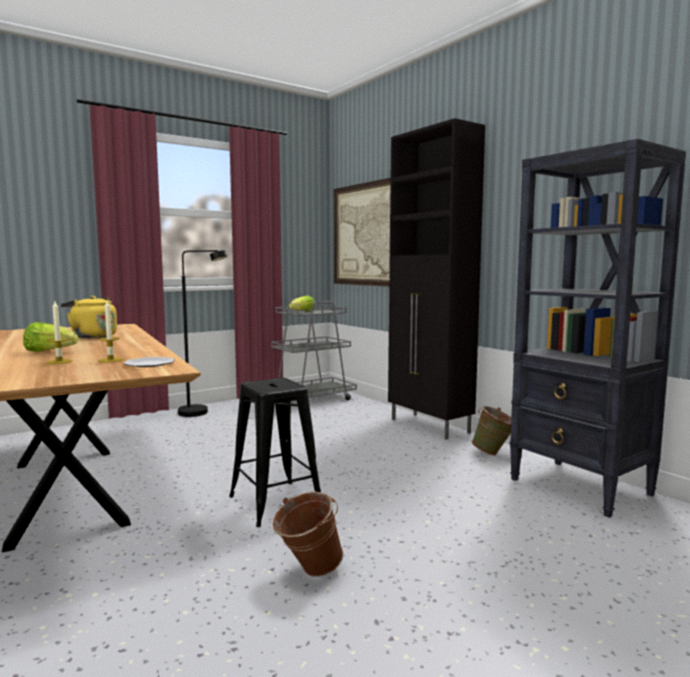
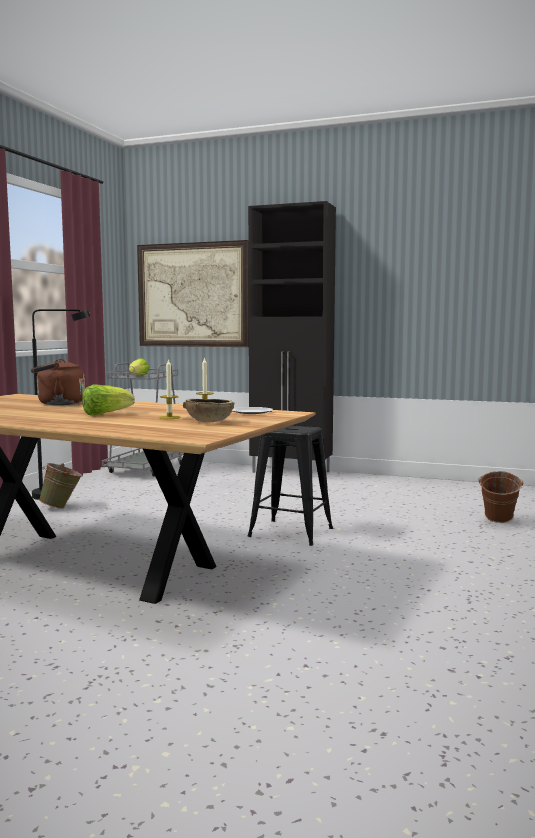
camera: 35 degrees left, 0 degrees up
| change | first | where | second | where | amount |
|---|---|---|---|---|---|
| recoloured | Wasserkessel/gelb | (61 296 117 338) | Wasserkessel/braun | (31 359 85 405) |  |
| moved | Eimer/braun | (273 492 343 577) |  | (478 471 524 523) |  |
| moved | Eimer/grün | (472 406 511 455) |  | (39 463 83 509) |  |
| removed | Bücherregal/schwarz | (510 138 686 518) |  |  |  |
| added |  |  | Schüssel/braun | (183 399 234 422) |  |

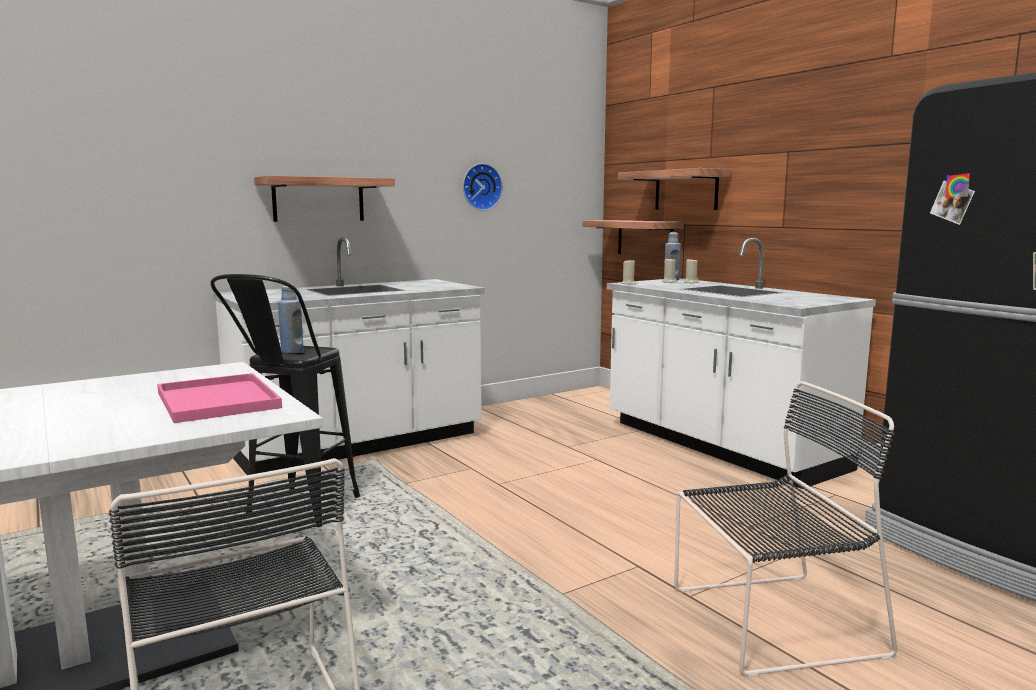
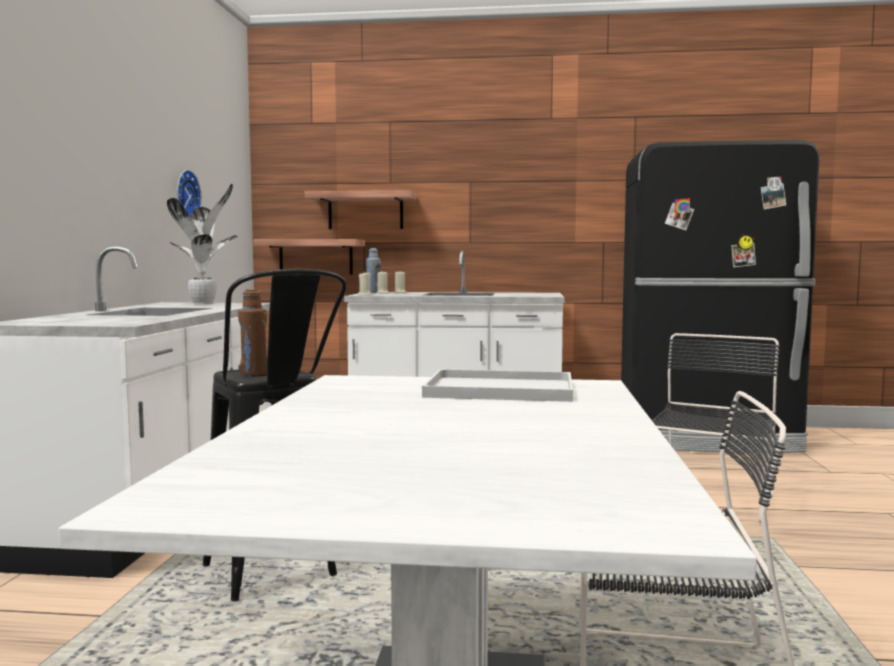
camera: 50 degrees left, 5 degrees down
| change | first | where | second | where | amount |
|---|---|---|---|---|---|
| recoloured | Tablett/rosa | (157 373 282 423) | Tablett/weiß | (422 369 573 402) |  |
| removed | Wandregal | (254 175 395 222) |  |  |  |
| recoloured | Flasche/blau | (278 284 304 353) | Flasche/braun | (238 289 267 376) |  |
| added |  |  | Topfpflanze | (167 184 238 304) |  |

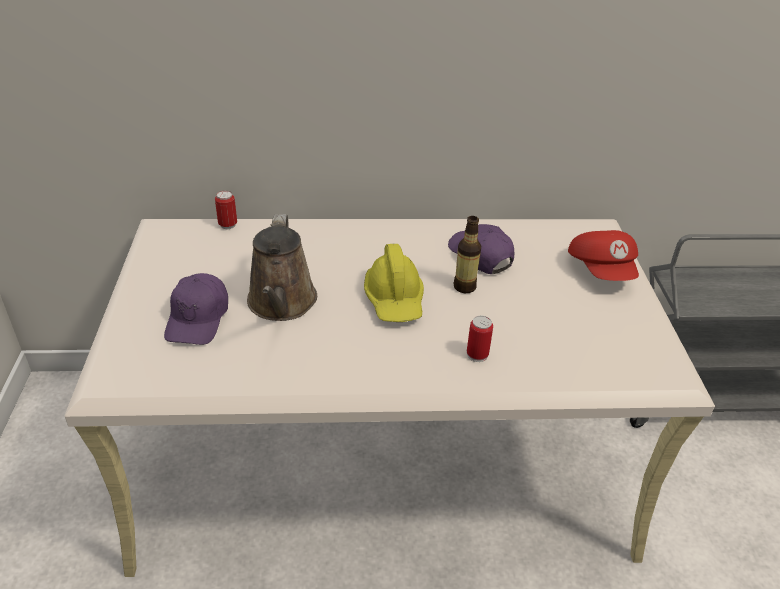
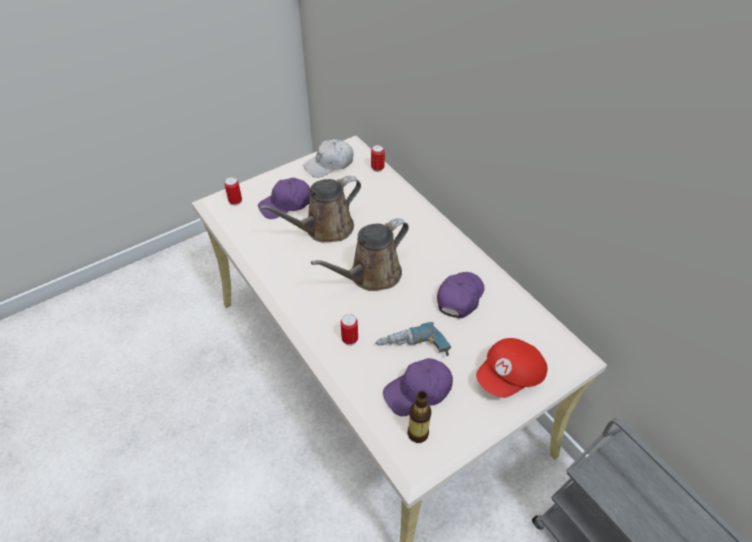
camera: 60 degrees right, 10 degrees up
| change | first | where | second | where | amount |
|---|---|---|---|---|---|
| replaced | Schutzhelm/gelb | (364 244 424 322) | Gießkanne/braun | (311 218 409 291) |  |
| moved | Flasche | (454 216 481 293) |  | (407 391 431 443) |  |
| added |  |  | Dose | (224 177 242 206) |  |
| added |  |  | Kappe/weiß | (304 139 354 178) |  |
| added |  |  | Bohrmaschine | (375 322 451 356) |  |
| added |  |  | Kappe/lila | (383 358 453 416) |  |

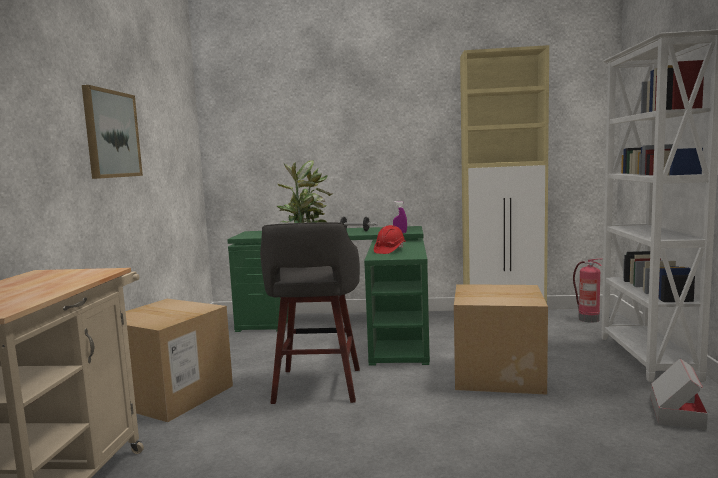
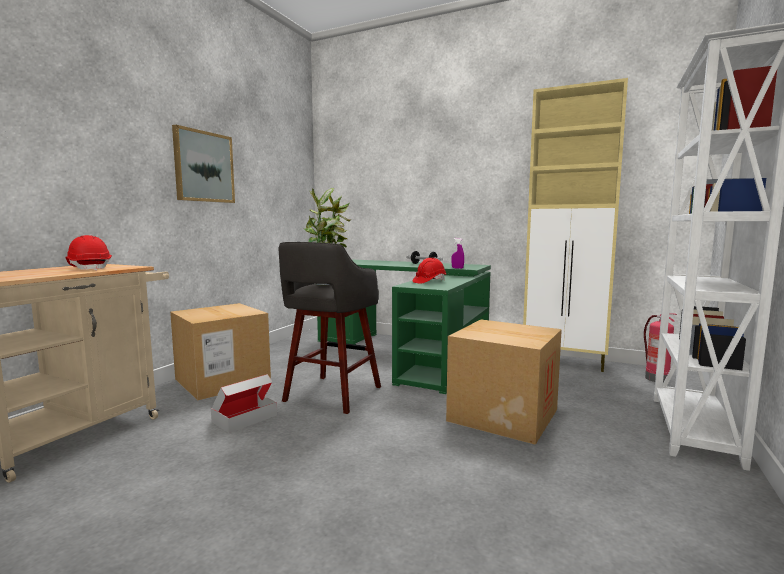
camera: 20 degrees right, 0 degrees up
| change | first | where | second | where | amount |
|---|---|---|---|---|---|
| moved | Karton | (651 359 708 430) |  | (211 374 277 433) |  |
| added |  |  | Schutzhelm/rot | (66 235 112 271) |  |

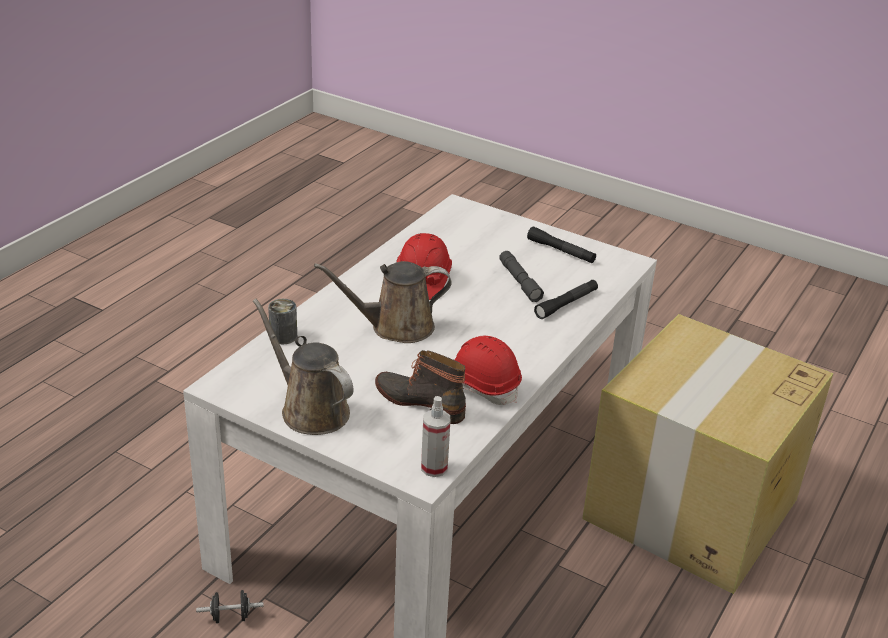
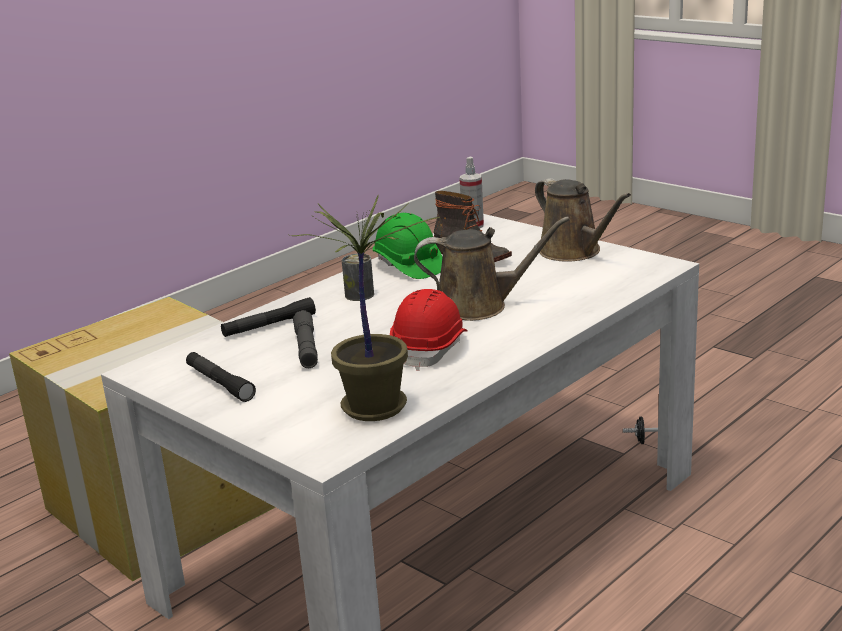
camera: 165 degrees left, 10 degrees down
| change | first | where | second | where | amount |
|---|---|---|---|---|---|
| moved | Dose | (268 299 297 344) |  | (342 254 374 301) |  |
| recoloured | Schutzhelm/rot | (454 336 522 405) | Schutzhelm/grün | (373 213 442 279) |  |
| added |  |  | Topfpflanze | (290 195 441 421) |  |

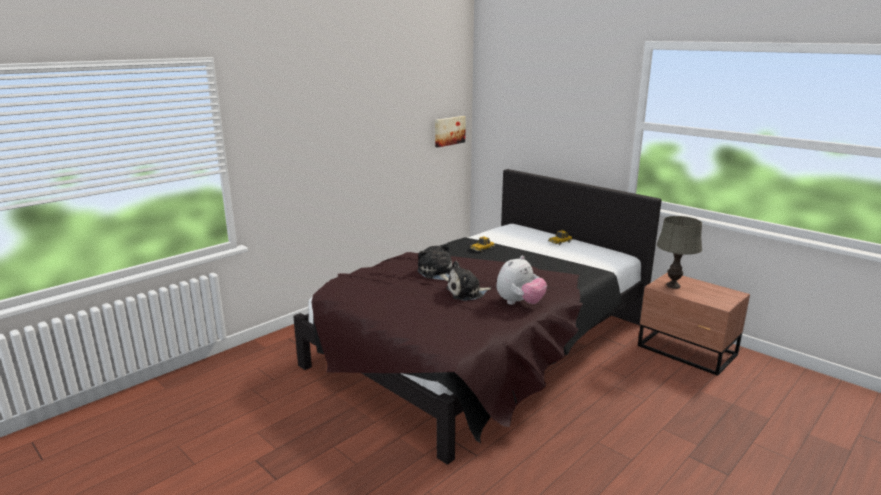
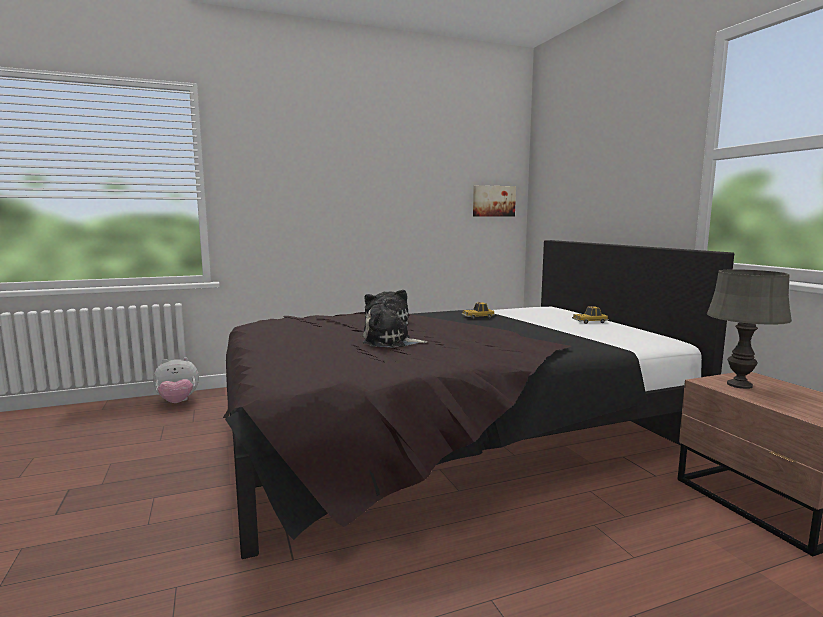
camera: 25 degrees right, 10 degrees down
| change | first | where | second | where | amount |
|---|---|---|---|---|---|
| moved | Plüschtier | (496 255 547 305) |  | (153 357 199 403) |  |

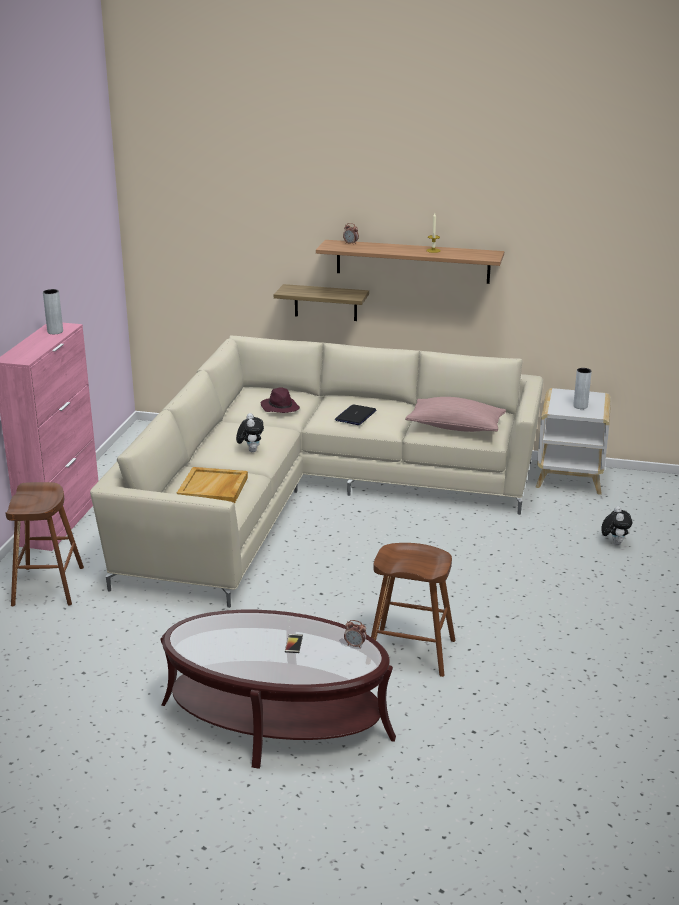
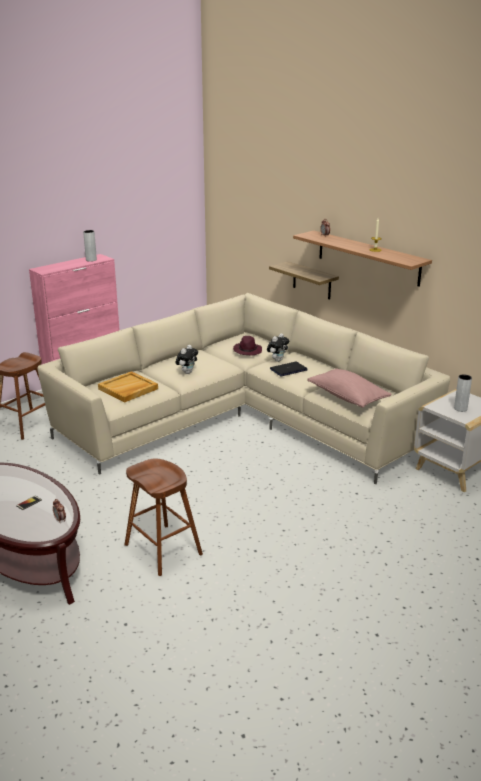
camera: 35 degrees right, 0 degrees up
| change | first | where | second | where | amount |
|---|---|---|---|---|---|
| moved | Plüschtier | (601 506 632 545) |  | (267 333 289 362) |  |

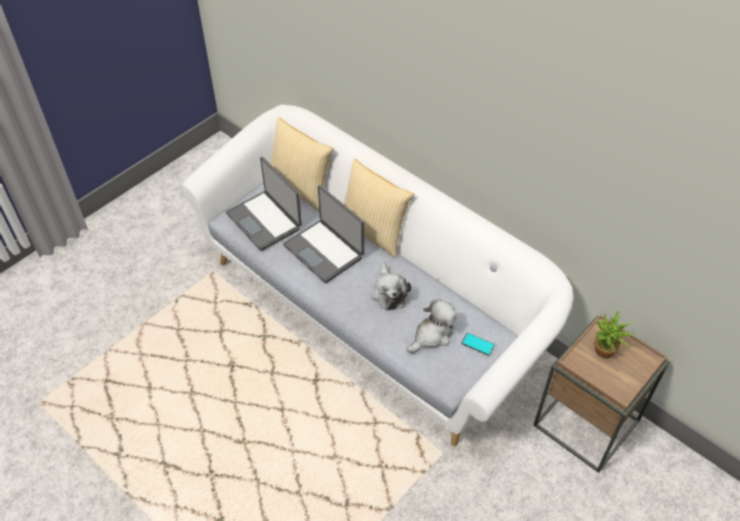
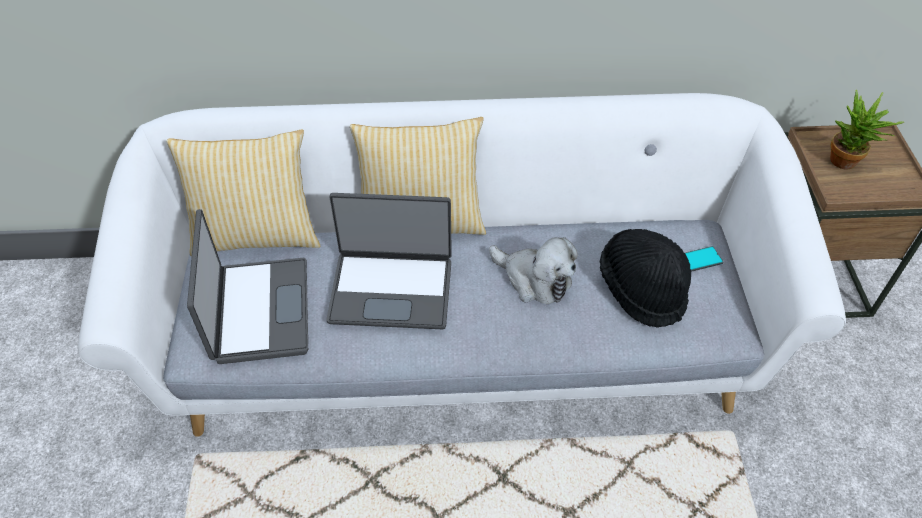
camera: 45 degrees left, 0 degrees up
| change | first | where | second | where | amount |
|---|---|---|---|---|---|
| turned | Laptop | (226 156 302 251) |  | (187 209 308 364) | 105 degrees counterclockwise |
| replaced | Plüschtier | (406 299 457 353) | Hut/schwarz | (600 229 691 328) |  |

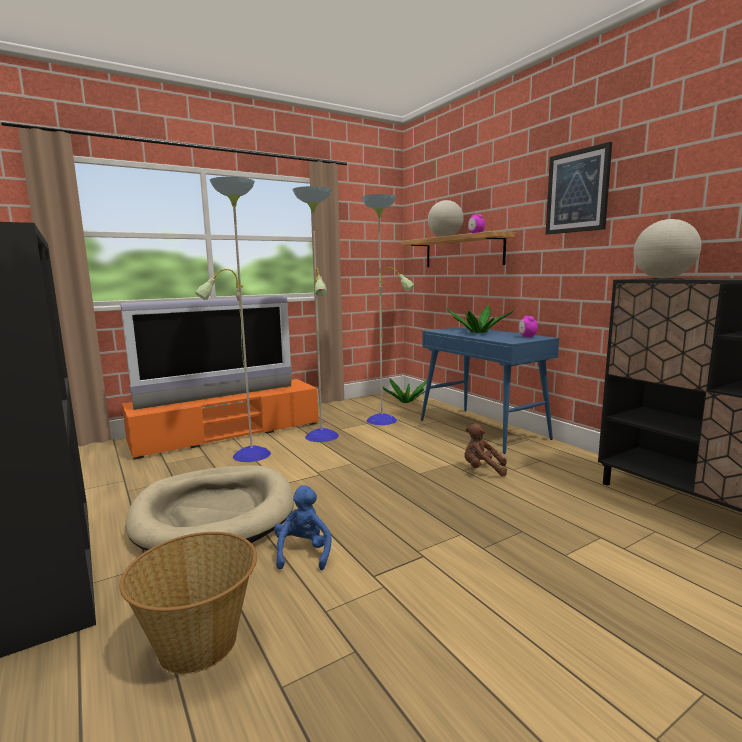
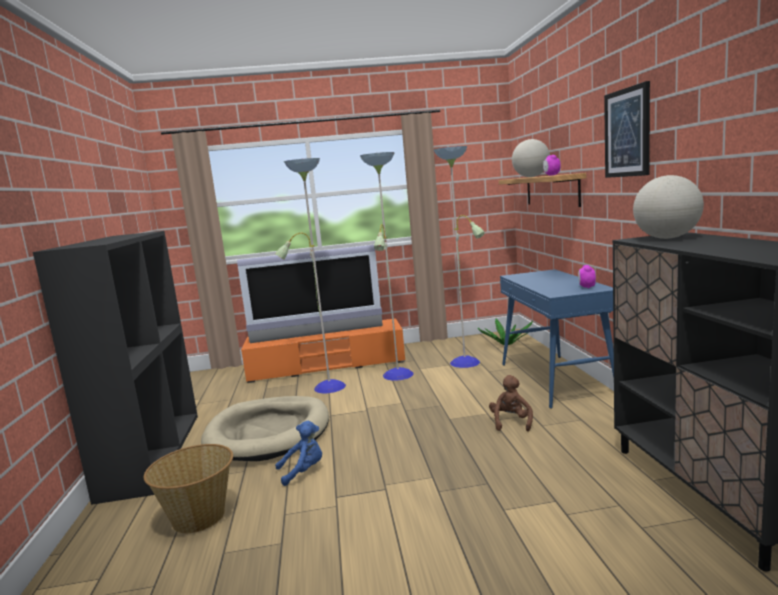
camera: 25 degrees right, 0 degrees up
| change | first | where | second | where | amount |
|---|---|---|---|---|---|
| turned | Plüschtier/blau | (274 485 331 570) |  | (275 421 322 486) | 45 degrees clockwise |
| removed | Topfpflanze | (445 305 515 333) |  |  |  |
| turned | Plüschtier/braun | (464 424 507 476) |  | (489 375 533 432) | 60 degrees clockwise |

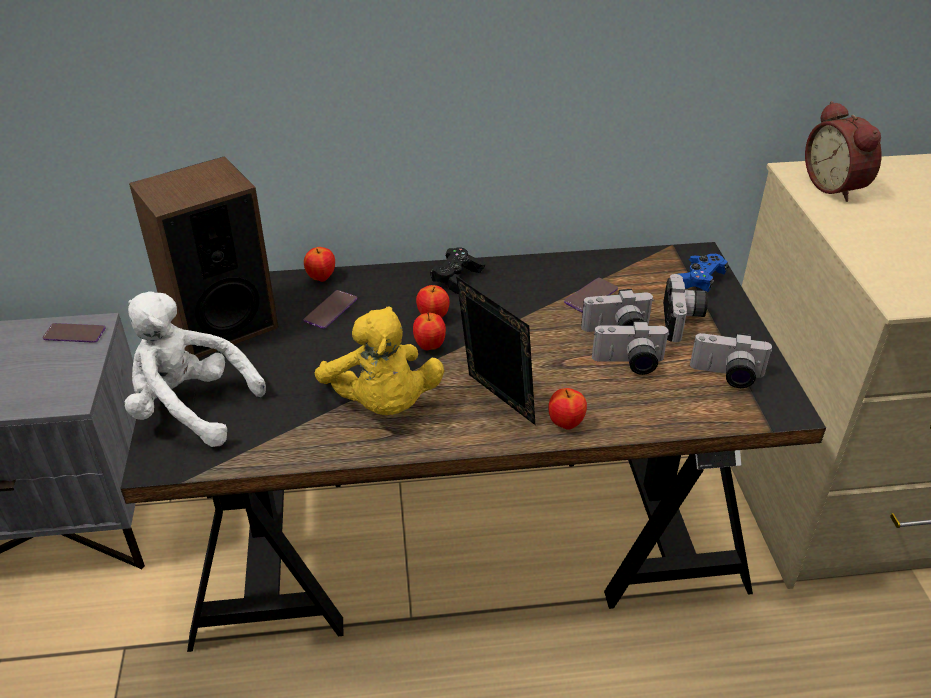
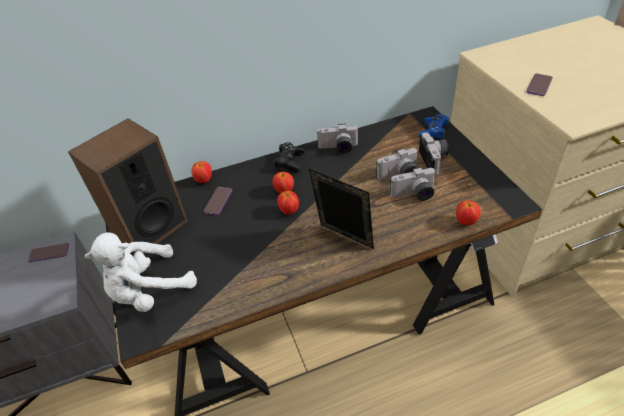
camera: 10 degrees left, 5 degrees up
| change | first | where | second | where | amount |
|---|---|---|---|---|---|
| turned | Plüschtier/weiß | (125 291 266 447) |  | (85 232 197 312) | 45 degrees counterclockwise |
| removed | Plüschtier/gelb | (315 307 444 415) |  |  |  |
| moved | Apfel | (548 388 587 430) |  | (456 200 481 225) |  |
| moved | Handy | (564 278 618 313) |  | (526 73 553 96) |  |
| moved | Kamera | (690 333 773 388) |  | (317 124 358 154) |  |
| removed | Wecker | (805 101 881 202) |  |  |  |

